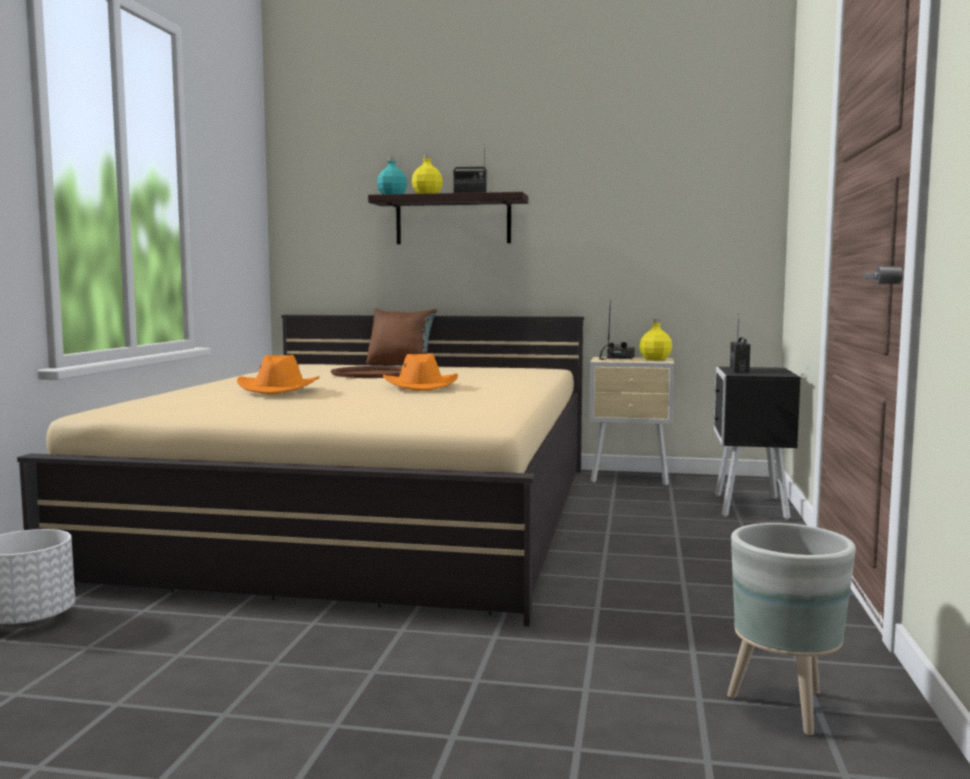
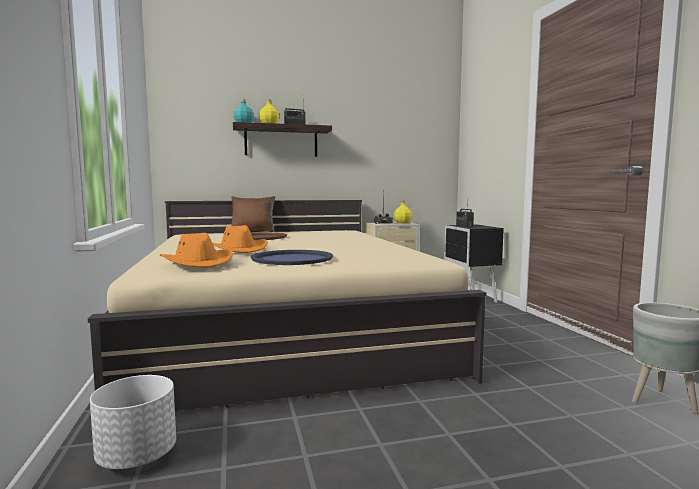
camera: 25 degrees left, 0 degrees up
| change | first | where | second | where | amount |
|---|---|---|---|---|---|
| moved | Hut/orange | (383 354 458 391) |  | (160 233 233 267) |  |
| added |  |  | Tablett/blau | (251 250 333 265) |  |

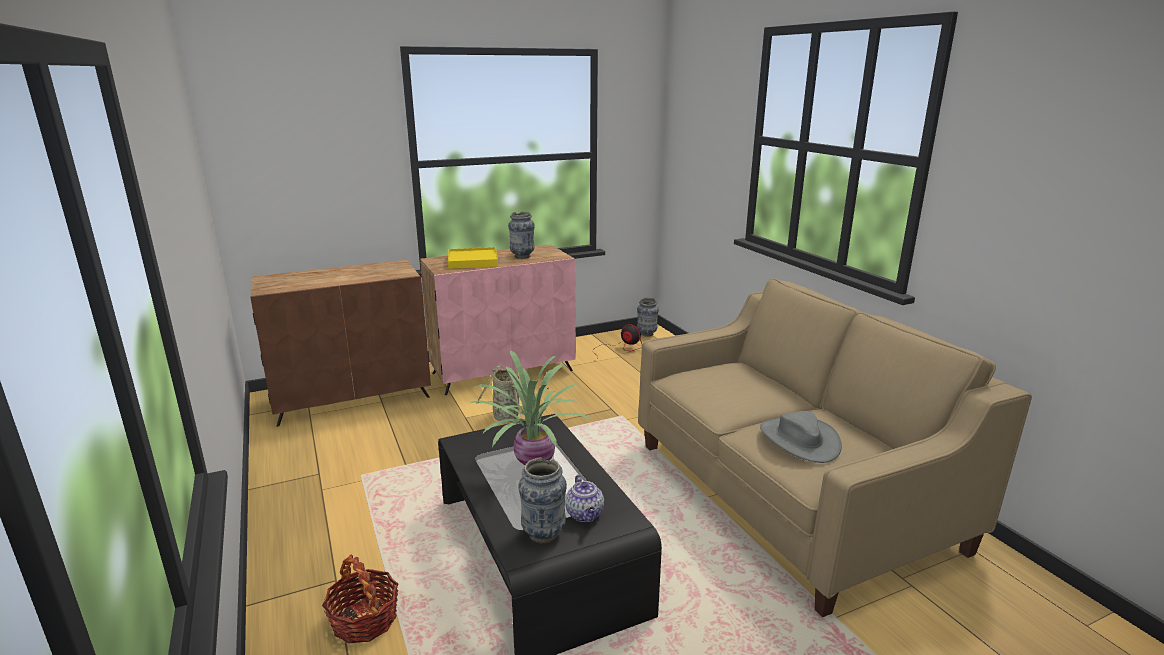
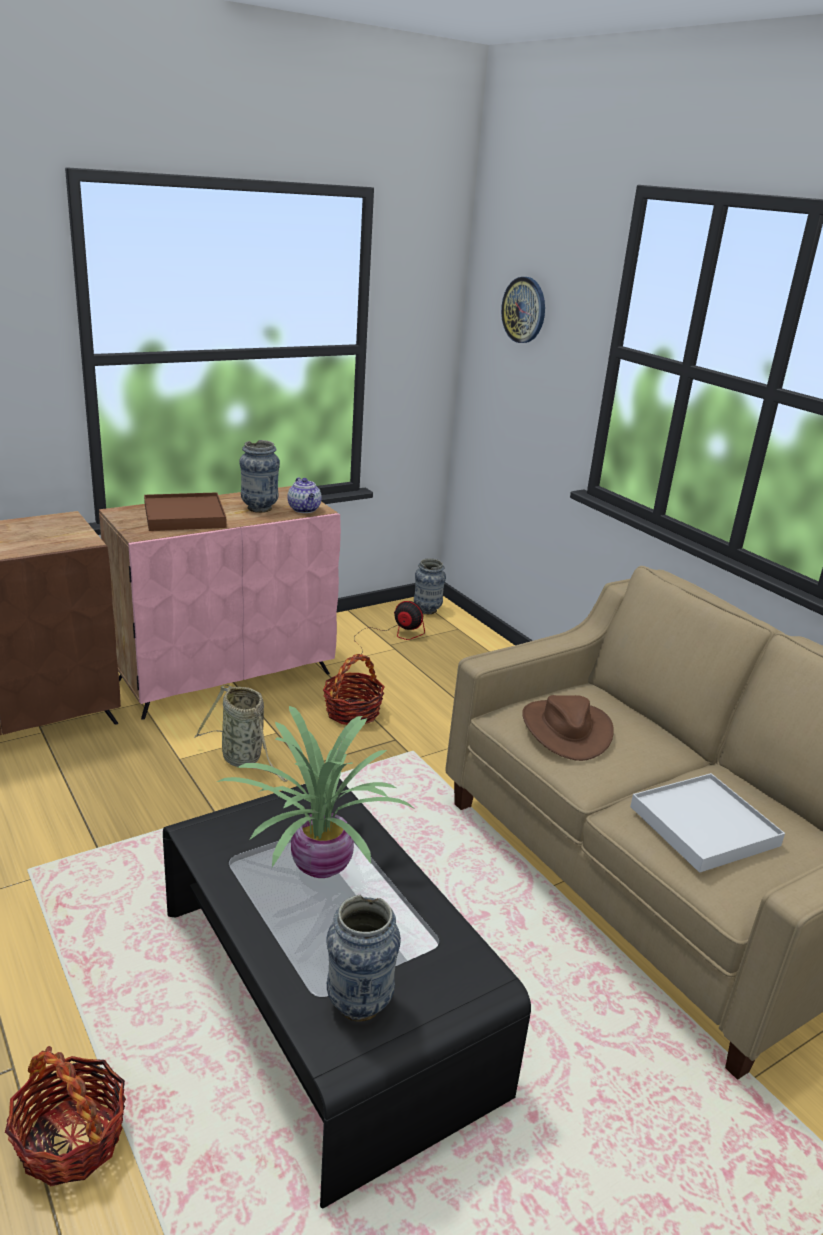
camera: 10 degrees left, 5 degrees up
| change | first | where | second | where | amount |
|---|---|---|---|---|---|
| recoloured | Tablett/gelb | (448 247 498 269) | Tablett/braun | (144 492 227 531) |  |
| moved | Teekanne | (565 475 604 523) |  | (287 477 322 513) |  |
| replaced | Hut/grau | (760 411 842 463) | Tablett/weiß | (630 773 785 873) |  |
| added |  |  | Korb | (323 654 385 725) |  |
| added |  |  | Wanduhr | (501 277 545 343) |  |
| added |  |  | Hut/braun | (522 695 614 761) |  |

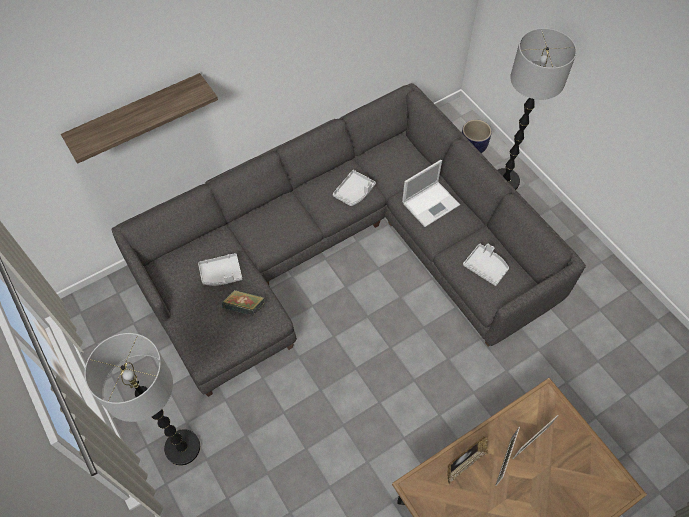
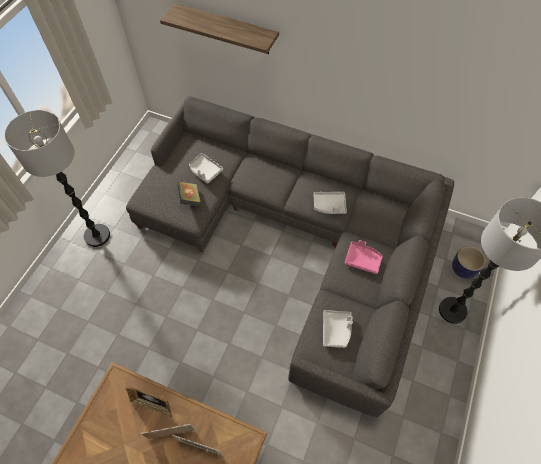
camera: 55 degrees right, 0 degrees up
| change | first | where | second | where | amount |
|---|---|---|---|---|---|
| replaced | Laptop | (402 160 460 227) | Tablett/rosa | (344 240 383 274) |  |

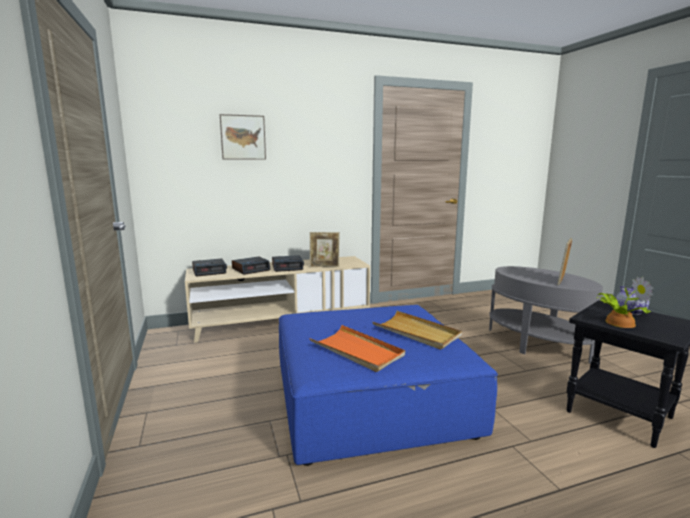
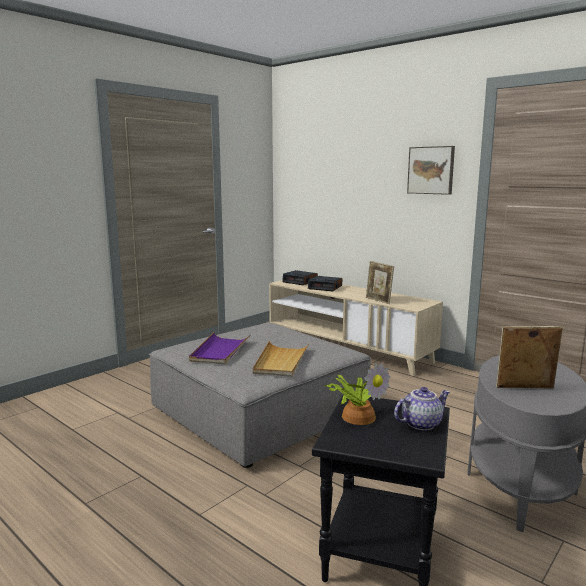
camera: 60 degrees right, 0 degrees up
| change | first | where | second | where | amount |
|---|---|---|---|---|---|
| moved | Bild | (220 114 266 160) |  | (407 146 455 195) |  |
| removed | Wecker | (272 255 304 272) |  |  |  |
| recoloured | Polsterhocker/blau | (279 305 498 466) | Polsterhocker/grau | (149 323 371 468) |  |
| recoloured | Tablett/orange | (309 325 405 372) | Tablett/lila | (189 332 251 364) |  |

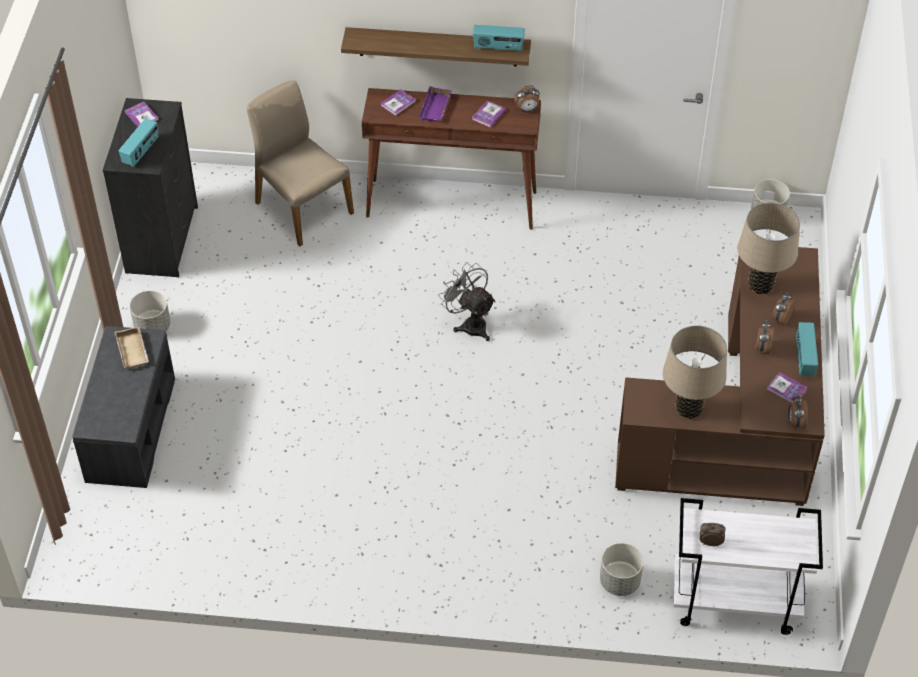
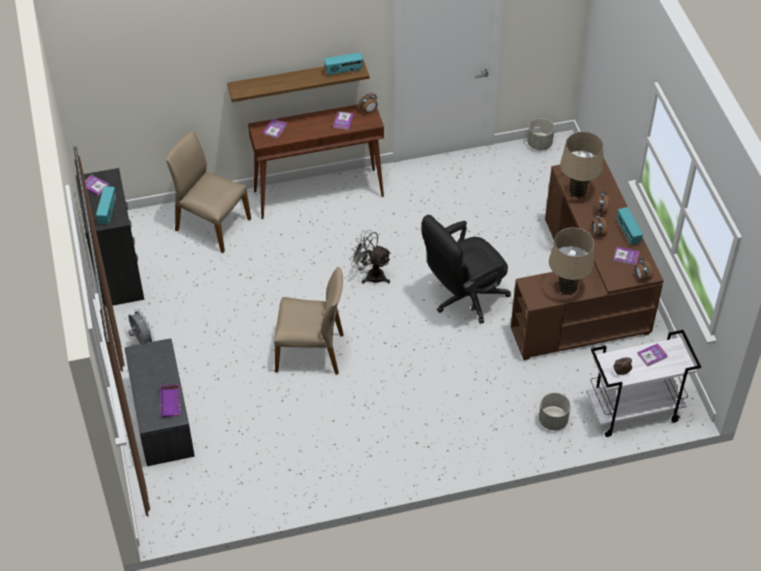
camera: 20 degrees left, 0 degrees up
| change | first | where | second | where | amount |
|---|---|---|---|---|---|
| removed | Tablett/beige | (115 327 149 370) |  |  |  |
| replaced | Pflanzkübel/grau | (130 290 171 331) | Ventilator/grau | (128 309 155 344) |  |
| moved | Tablett/lila | (418 86 452 122) |  | (160 384 181 418) |  |
| added |  |  | Stuhl/beige | (274 267 344 375) |  |
| added |  |  | Bürostuhl/schwarz | (421 215 511 324) |  |
| added |  |  | Buch | (637 343 668 366) |  |

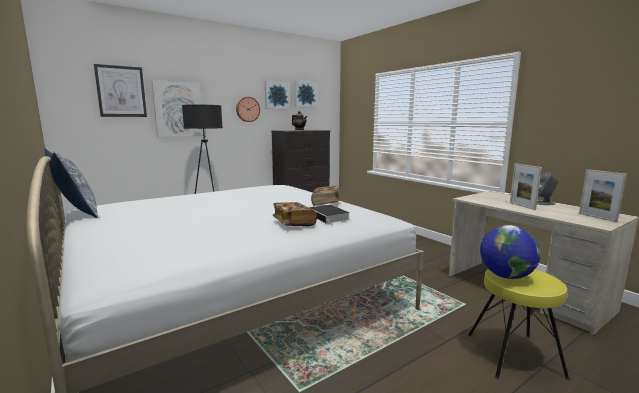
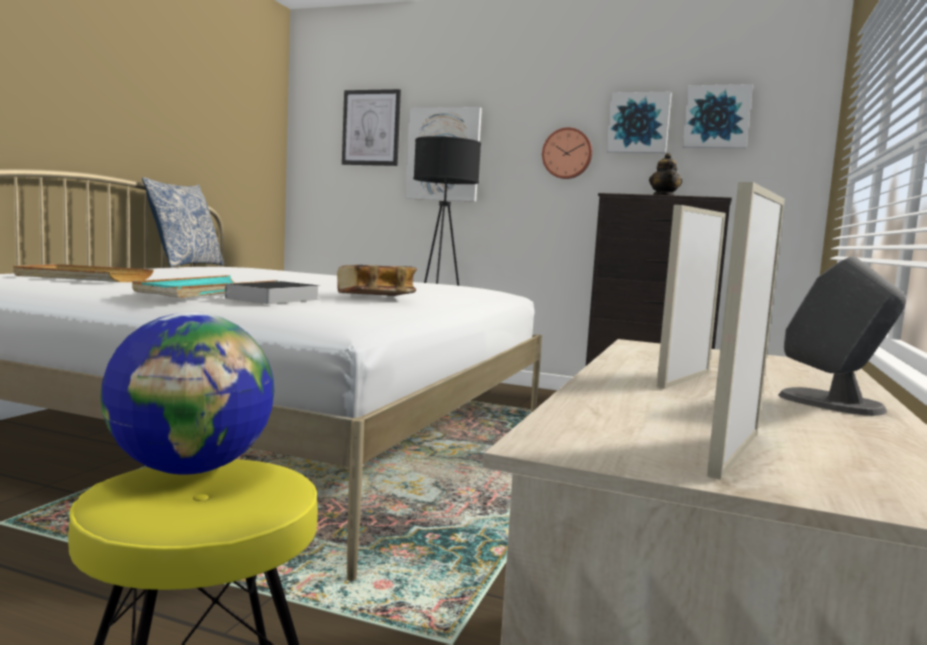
camera: 55 degrees right, 5 degrees down
| change | first | where | second | where | amount |
|---|---|---|---|---|---|
| replaced | Buch | (273 202 317 226) | Tablett/türkis | (132 275 278 298) |  |
| added |  |  | Tablett/beige | (13 264 154 282) |  |

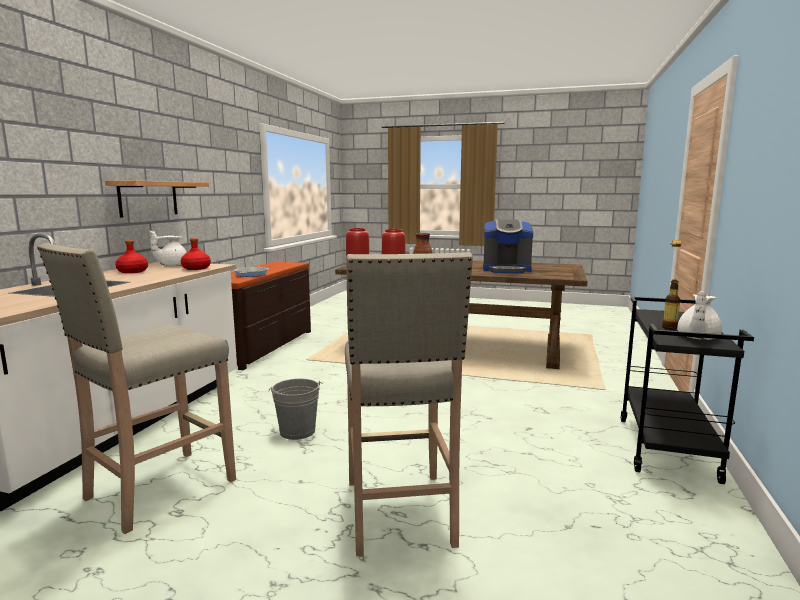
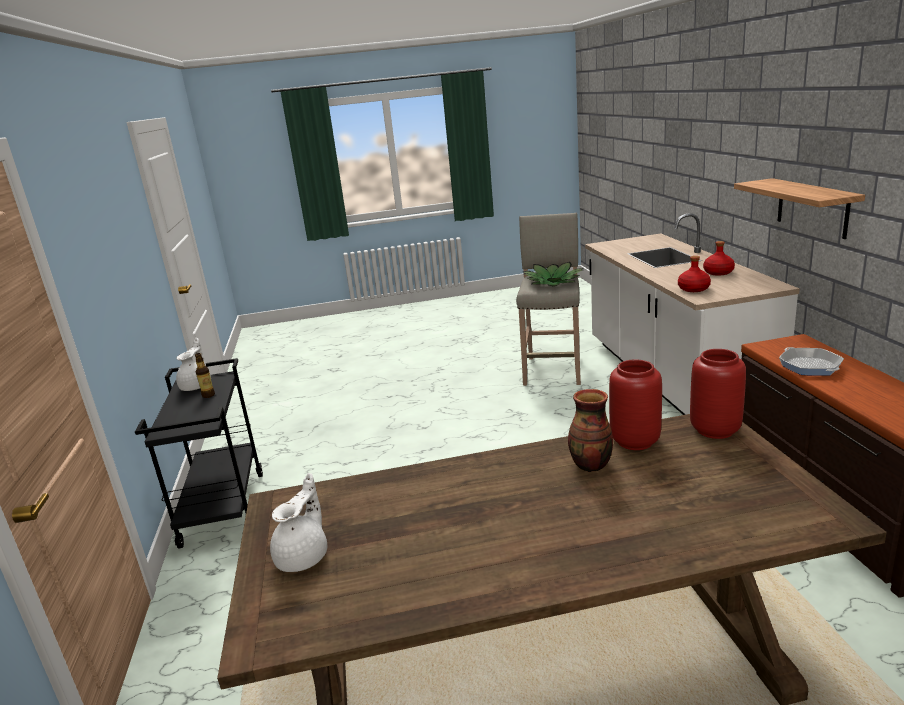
camera: 155 degrees right, 10 degrees up
| change | first | where | second | where | amount |
|---|---|---|---|---|---|
| moved | Teekanne/weiß | (149 230 187 266) |  | (270 473 327 572) |  |
| removed | Eimer/grau | (269 379 322 440) |  |  |  |
| removed | Hocker/beige | (345 252 473 557) |  |  |  |
| removed | Kaffeemaschine | (483 219 533 273) |  |  |  |
| added |  |  | Topfpflanze | (522 262 583 286) |  |

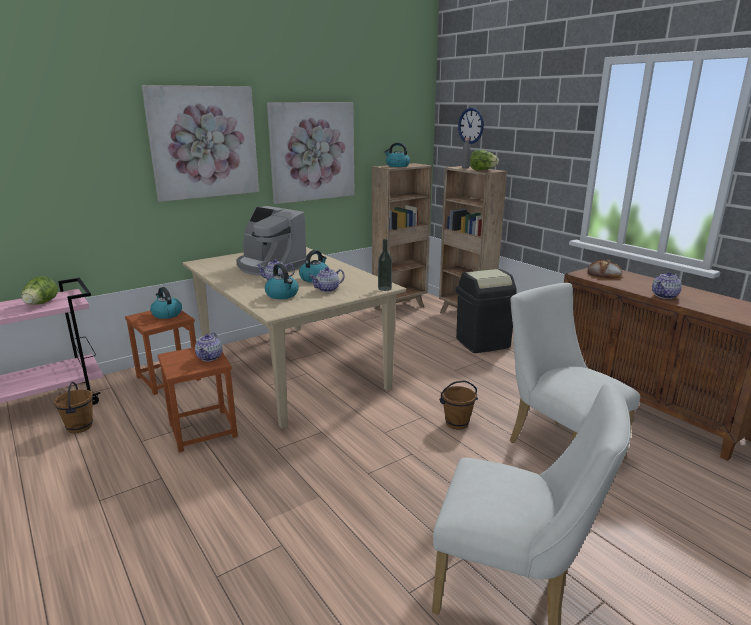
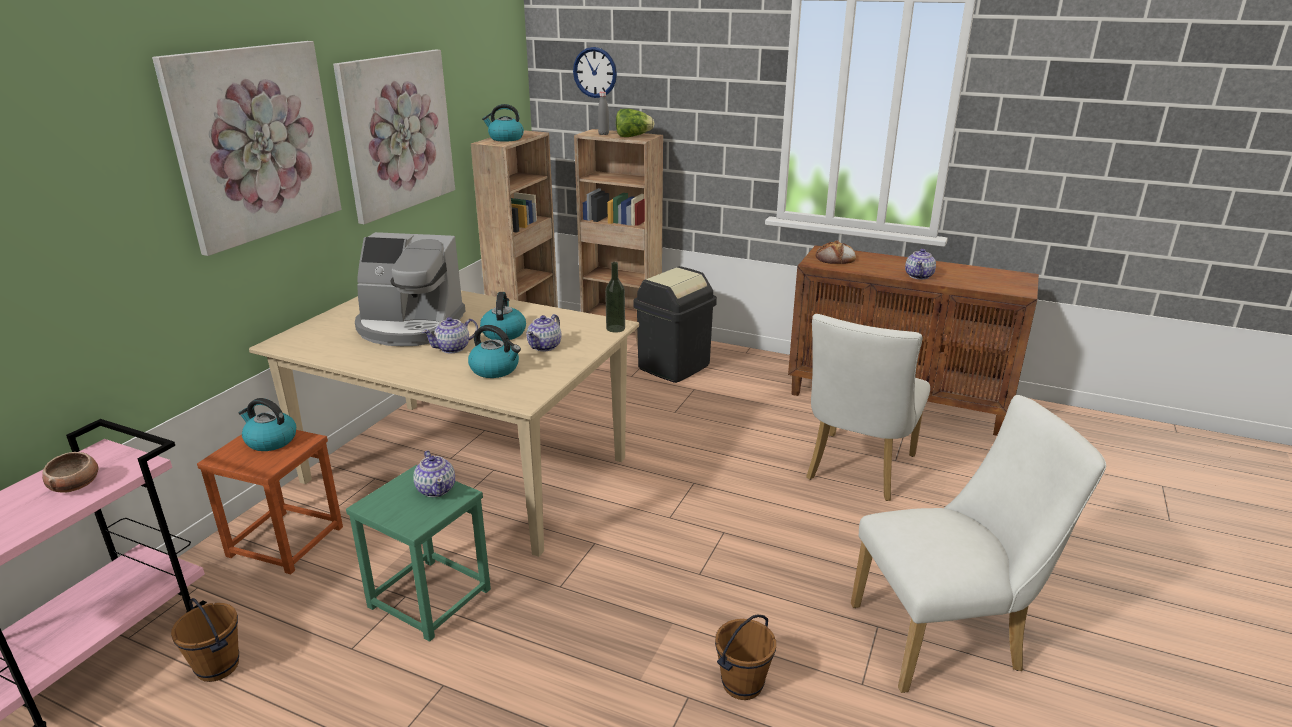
camera: 30 degrees left, 5 degrees up
| change | first | where | second | where | amount |
|---|---|---|---|---|---|
| replaced | Salatkopf | (22 276 58 305) | Schüssel | (42 452 99 493) |  |
| recoloured | Hocker/braun | (158 347 238 452) | Hocker/grün | (346 465 491 642) |  |
| moved | Eimer/braun | (439 381 478 430) |  | (715 614 776 700) |  |
| turned | Stuhl/weiß | (510 283 640 461) |  | (806 314 930 501) | 90 degrees counterclockwise |

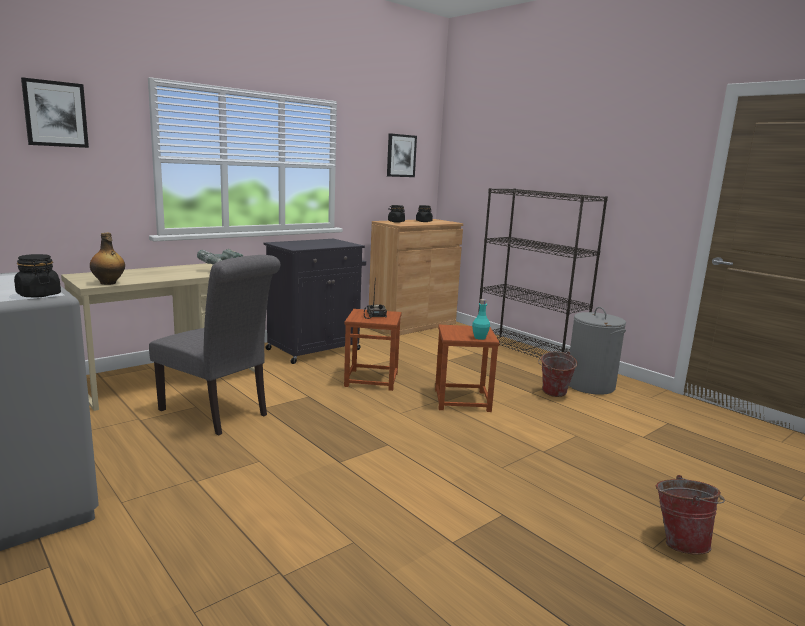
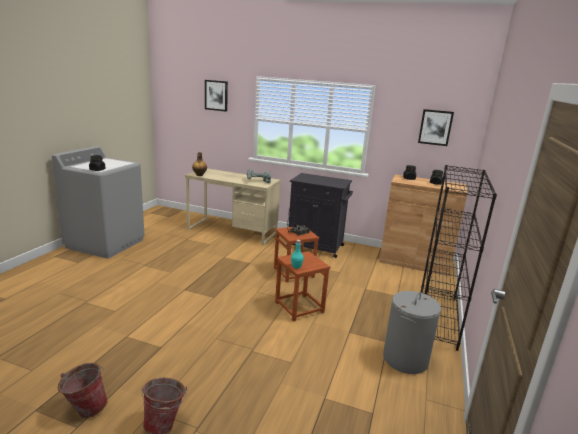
camera: 60 degrees right, 5 degrees up
| change | first | where | second | where | amount |
|---|---|---|---|---|---|
| removed | Stuhl/grau | (149 255 280 436) |  |  |  |
| moved | Eimer | (538 351 578 397) |  | (58 363 108 418) |  |

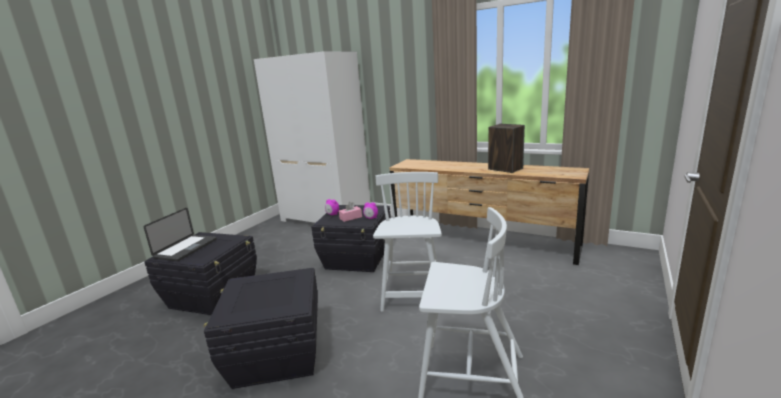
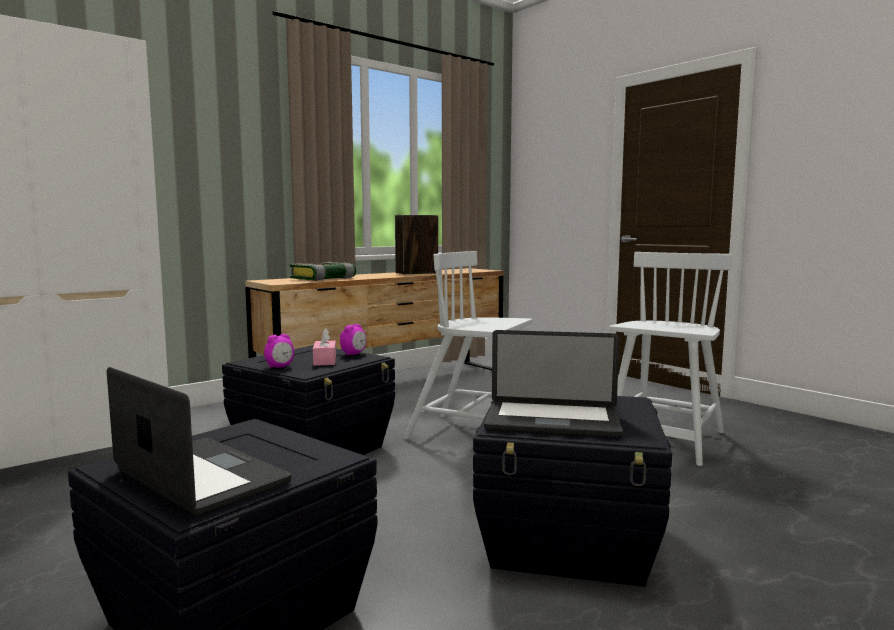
camera: 70 degrees left, 10 degrees down
| change | first | where | second | where | amount |
|---|---|---|---|---|---|
| added |  |  | Buch | (290 262 356 281) |  |
| added |  |  | Laptop | (484 330 623 438) |  |

